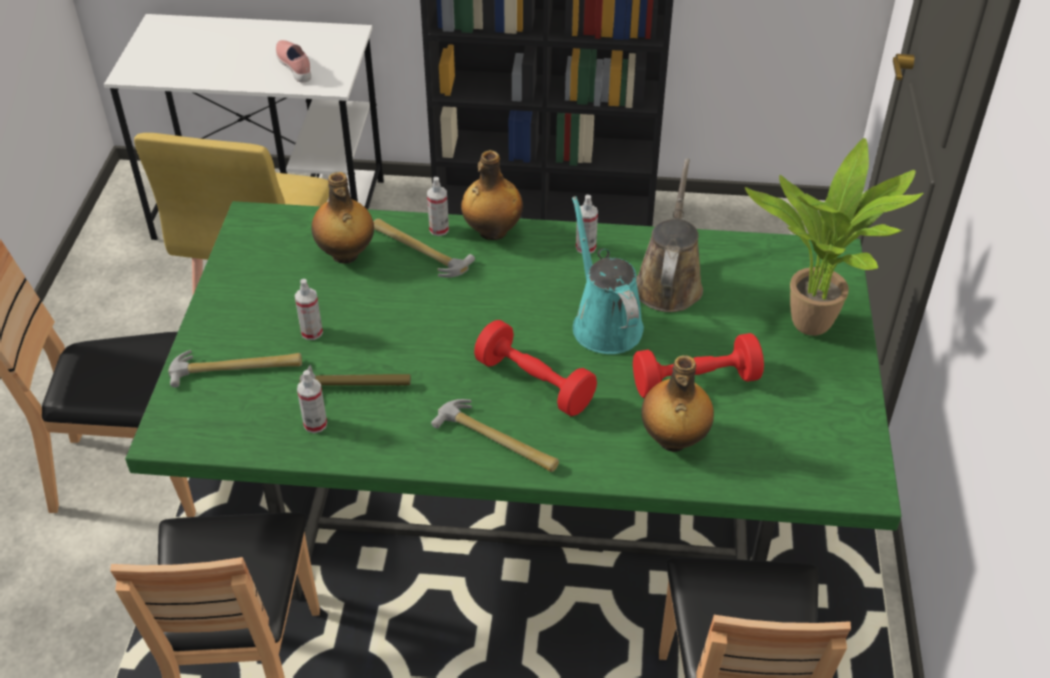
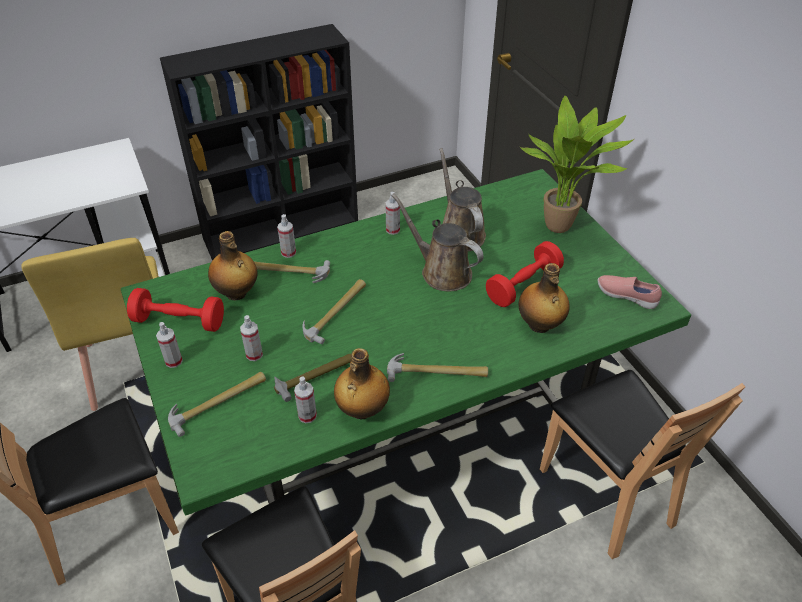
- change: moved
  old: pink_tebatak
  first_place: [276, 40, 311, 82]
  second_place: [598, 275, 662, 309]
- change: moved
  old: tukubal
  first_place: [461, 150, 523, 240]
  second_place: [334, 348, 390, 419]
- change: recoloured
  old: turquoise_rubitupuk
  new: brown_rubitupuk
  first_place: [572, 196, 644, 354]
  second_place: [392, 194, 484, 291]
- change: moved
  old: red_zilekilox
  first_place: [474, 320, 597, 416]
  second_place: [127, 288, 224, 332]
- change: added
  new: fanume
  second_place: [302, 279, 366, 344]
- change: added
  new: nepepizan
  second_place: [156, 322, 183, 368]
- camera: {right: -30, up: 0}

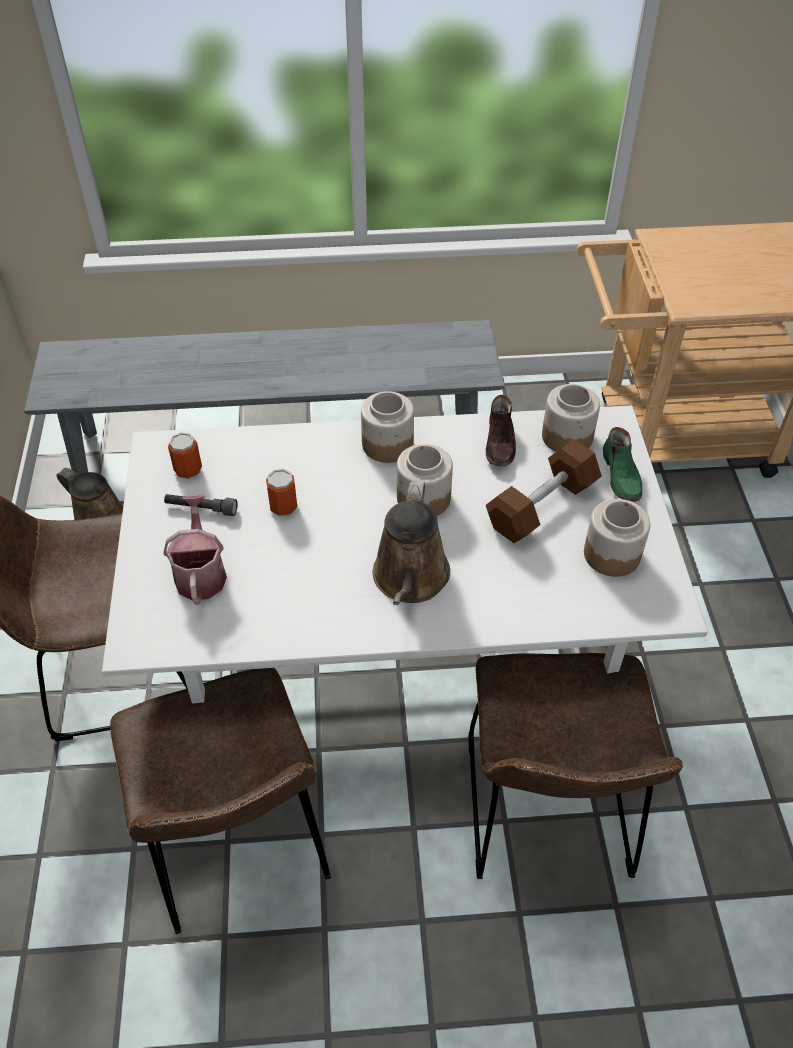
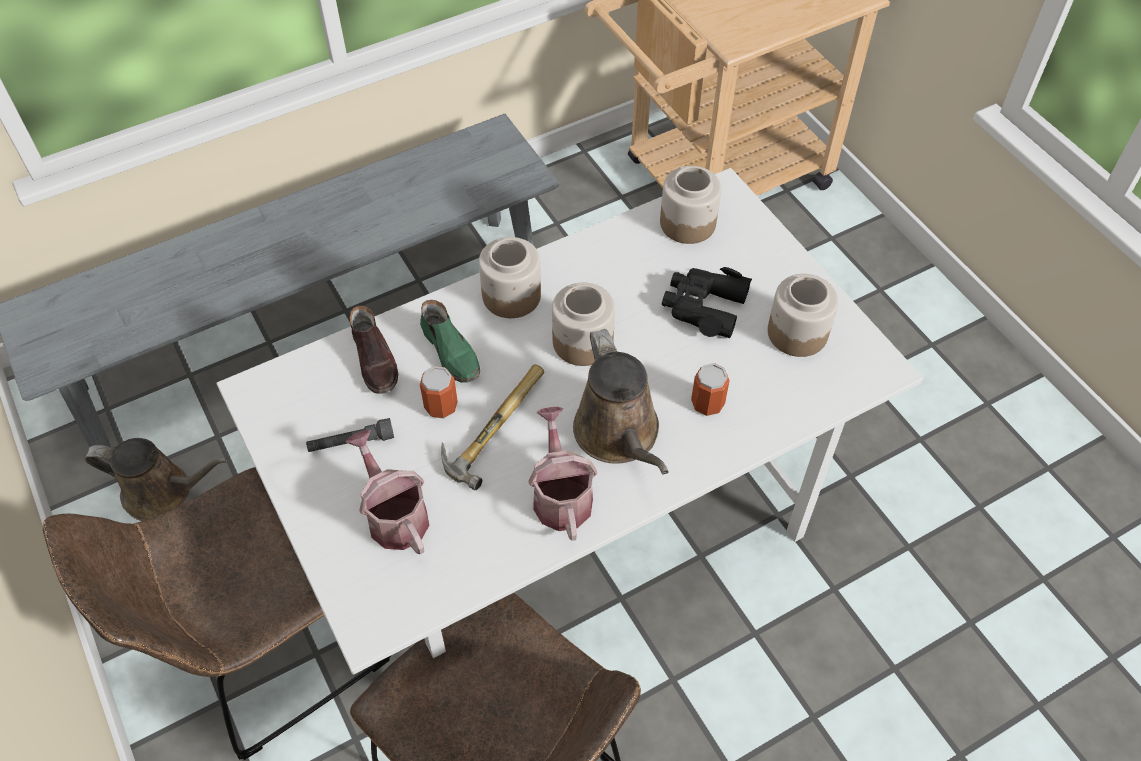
- change: moved
  old: brown_tebatak
  first_place: [486, 395, 516, 467]
  second_place: [350, 306, 398, 394]
- change: moved
  old: green_tebatak
  first_place: [603, 427, 642, 502]
  second_place: [420, 300, 480, 383]
- change: moved
  old: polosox
  first_place: [168, 432, 202, 479]
  second_place: [691, 363, 730, 416]
- change: replaced
  old: brown_zilekilox
  new: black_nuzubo
  first_place: [486, 439, 602, 543]
  second_place: [662, 267, 752, 338]
- change: removed
  old: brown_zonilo
  first_place: [468, 653, 683, 879]
- change: added
  new: fanume
  second_place: [442, 365, 544, 490]
- change: added
  new: rubitupuk
  second_place: [528, 407, 597, 541]
- camera: {right: -25, up: 5}

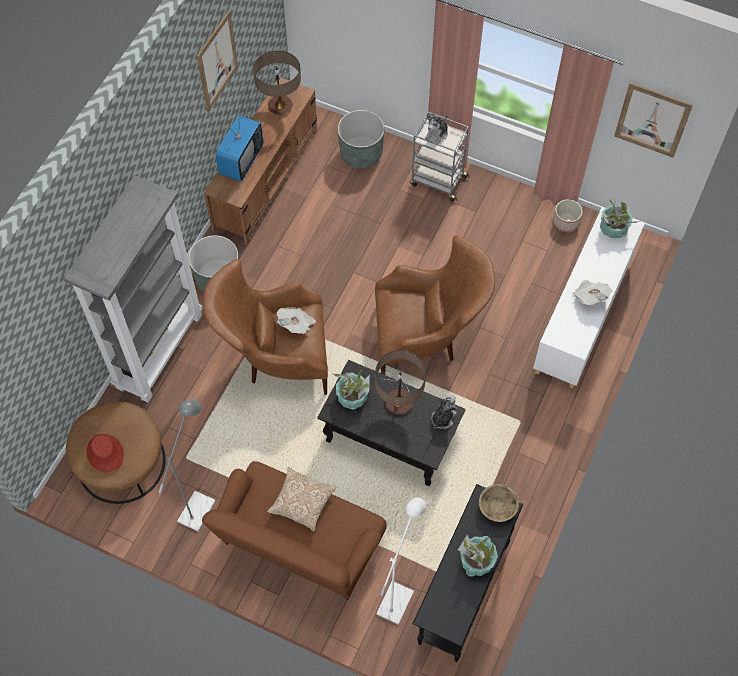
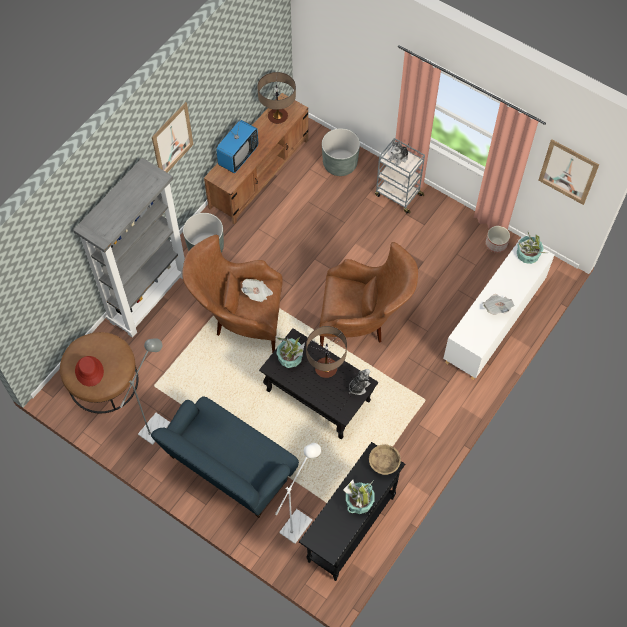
- change: moved
  old: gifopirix
  first_place: [197, 10, 238, 112]
  second_place: [152, 102, 194, 172]
- change: recoloured
  old: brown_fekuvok
  new: blue_fekuvok
  first_place: [202, 461, 386, 600]
  second_place: [151, 396, 299, 518]
- change: removed
  old: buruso
  first_place: [267, 467, 336, 531]
- camera: {right: 10, up: 0}

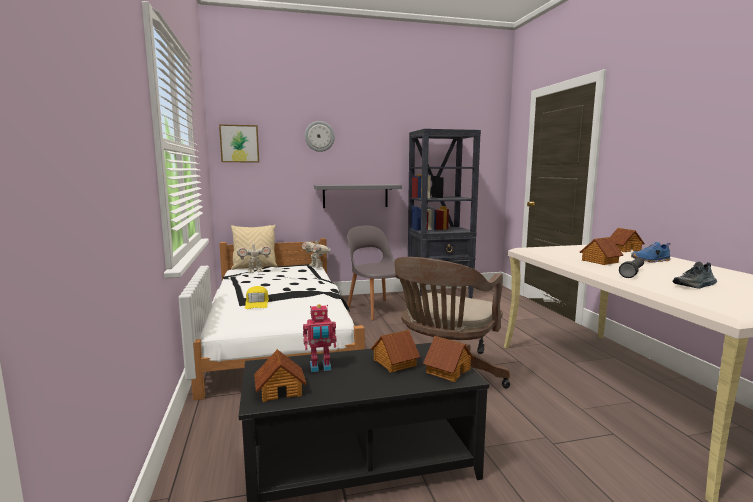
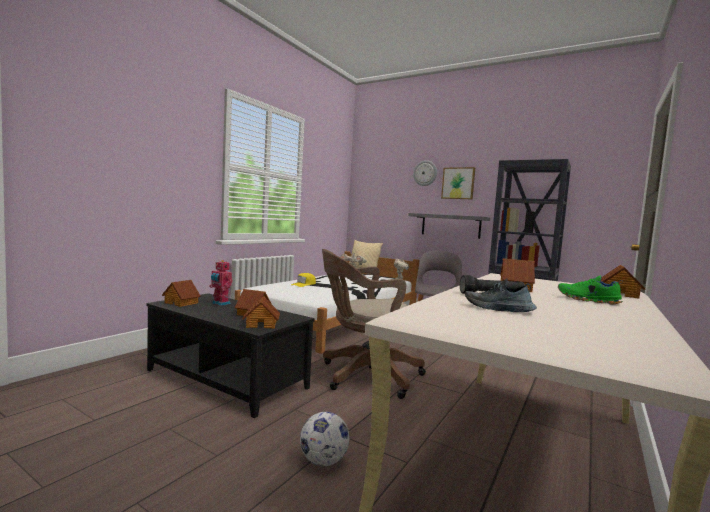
- change: moved
  old: gifopirix
  first_place: [219, 124, 259, 162]
  second_place: [441, 167, 475, 199]
- change: recoloured
  old: blue_tebatak
  new: green_tebatak
  first_place: [631, 242, 671, 263]
  second_place: [558, 275, 623, 305]
- change: added
  new: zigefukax
  second_place: [300, 411, 349, 466]
- camera: {right: 45, up: -5}

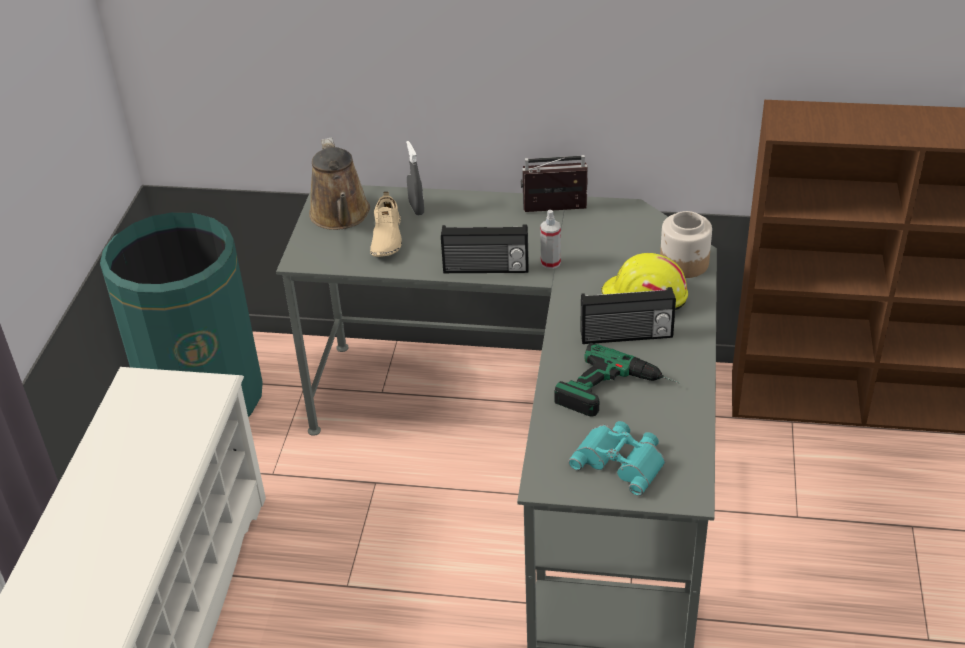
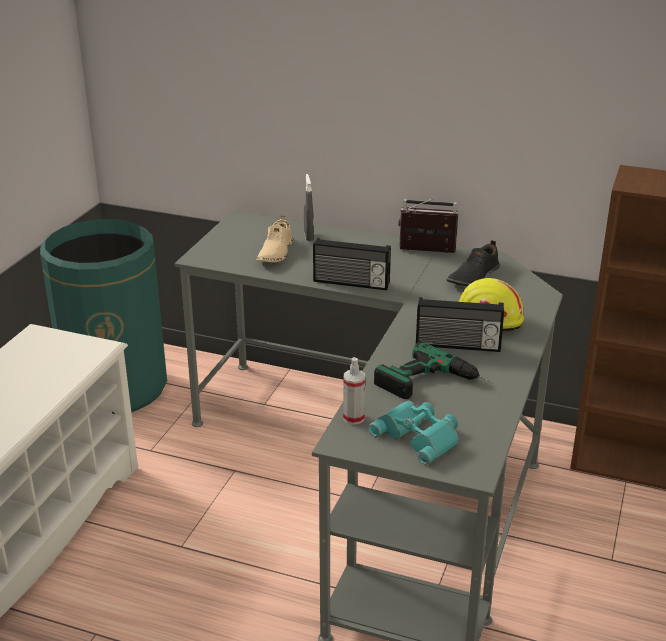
- change: removed
  old: brown_rubitupuk
  first_place: [309, 137, 370, 230]
- change: moved
  old: nepepizan
  first_place: [540, 210, 561, 269]
  second_place: [343, 357, 365, 425]
- change: removed
  old: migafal
  first_place: [660, 211, 712, 278]
- change: added
  new: black_tebatak
  second_place: [446, 240, 500, 286]
- camera: {right: 10, up: -10}

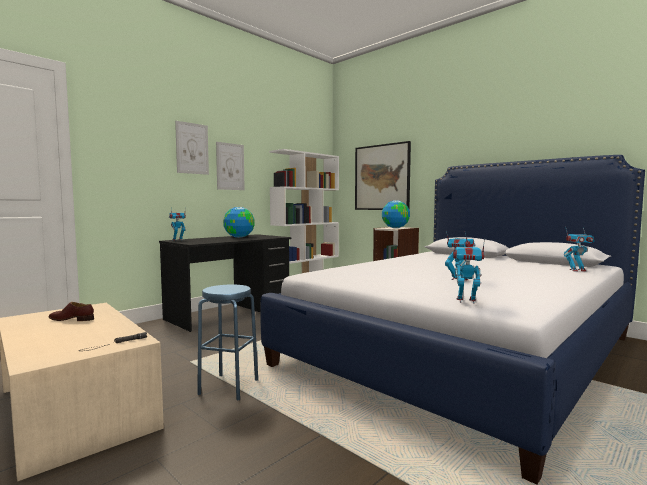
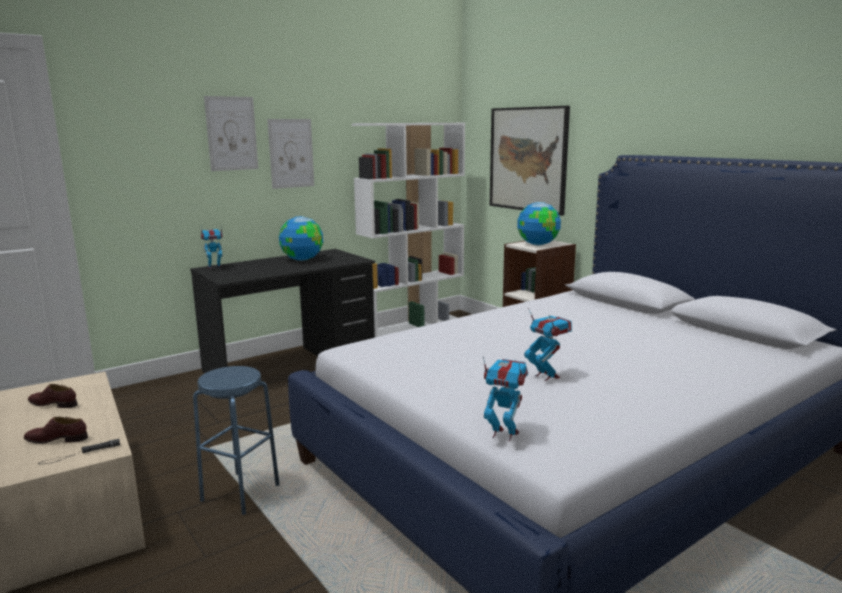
- change: removed
  old: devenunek
  first_place: [564, 228, 594, 271]
- change: added
  new: brown_tebatak
  second_place: [24, 417, 88, 444]
- camera: {right: 10, up: 10}

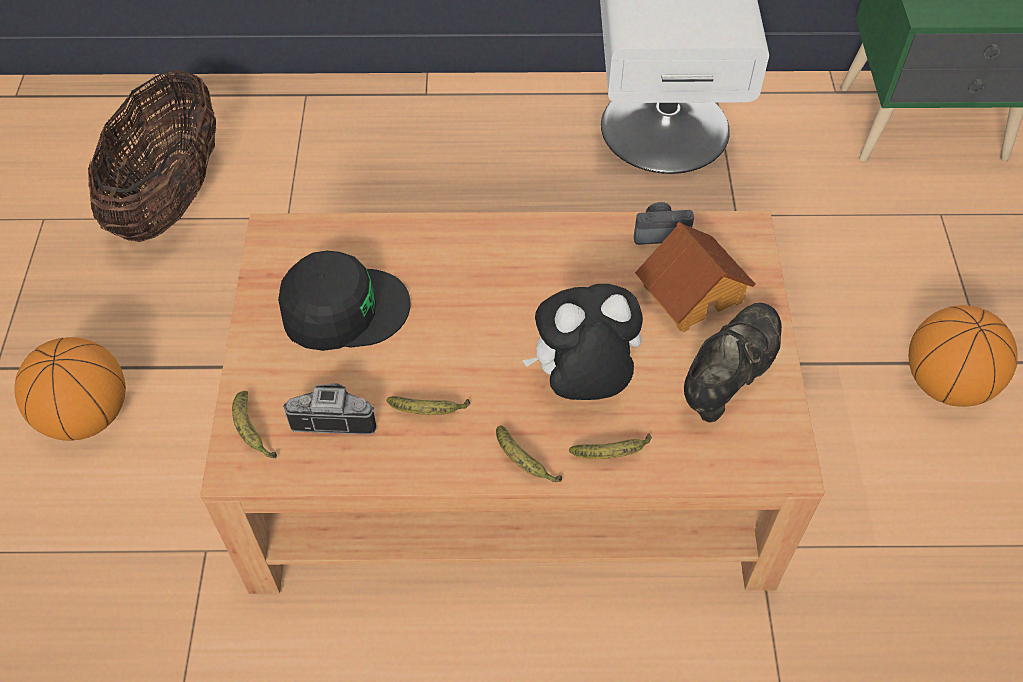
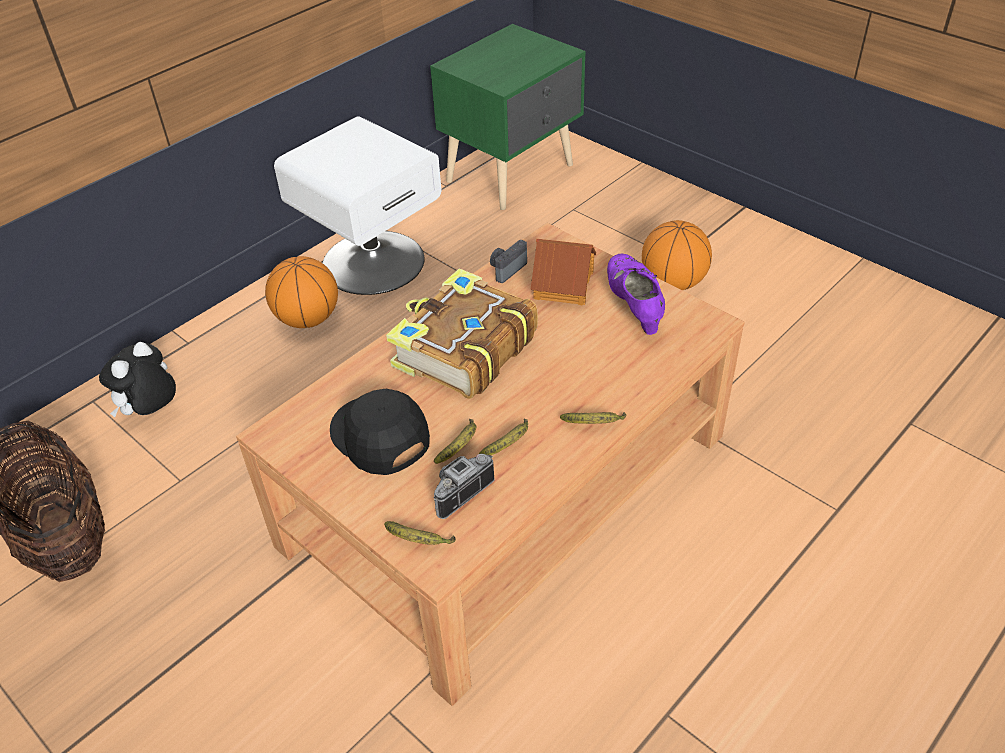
- change: turned
  old: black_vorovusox
  first_place: [278, 251, 411, 351]
  second_place: [330, 389, 430, 475]
  degrees: -75
- change: moved
  old: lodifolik
  first_place: [522, 284, 643, 400]
  second_place: [99, 342, 176, 417]
- change: recoloured
  old: black_tebatak
  new: purple_tebatak
  first_place: [684, 303, 782, 423]
  second_place: [607, 254, 665, 335]
- change: moved
  old: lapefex
  first_place: [14, 337, 126, 441]
  second_place: [265, 256, 338, 328]
- change: moved
  old: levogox
  first_place: [569, 433, 652, 459]
  second_place: [434, 419, 476, 464]
- change: added
  new: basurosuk
  second_place: [386, 268, 538, 399]
- camera: {right: -45, up: -10}

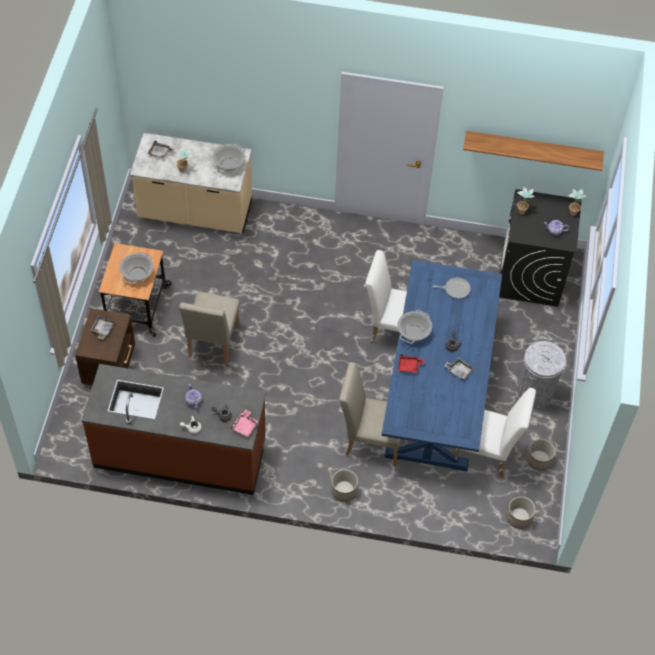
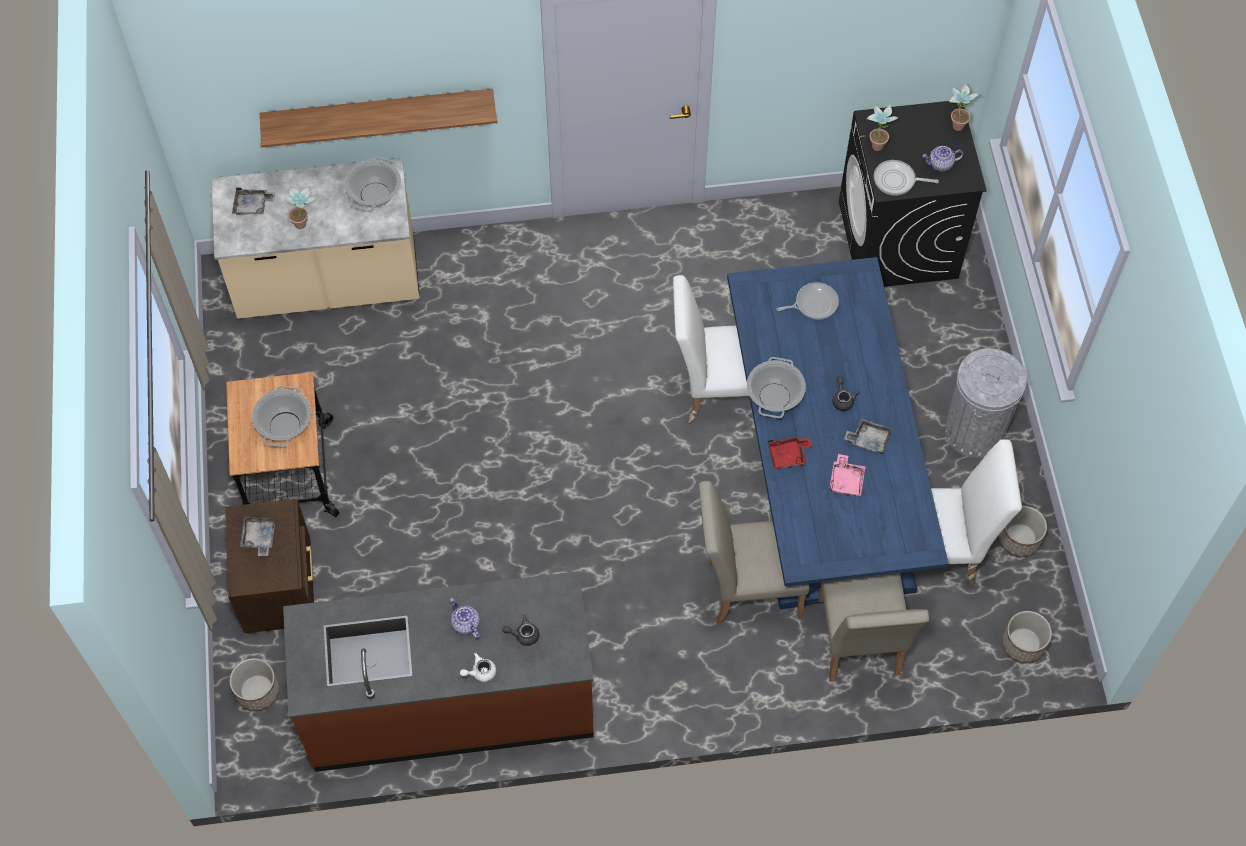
- change: moved
  old: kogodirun
  first_place: [463, 131, 604, 171]
  second_place: [260, 89, 497, 147]
- change: moved
  old: beige_zonilo
  first_place: [179, 292, 240, 365]
  second_place: [818, 573, 929, 681]
- change: moved
  old: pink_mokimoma
  first_place: [231, 410, 258, 437]
  second_place: [830, 454, 866, 496]
- change: moved
  old: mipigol
  first_place: [331, 469, 358, 502]
  second_place: [230, 658, 279, 711]
- change: added
  new: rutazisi
  second_place: [874, 160, 939, 196]
- camera: {right: -15, up: 5}

